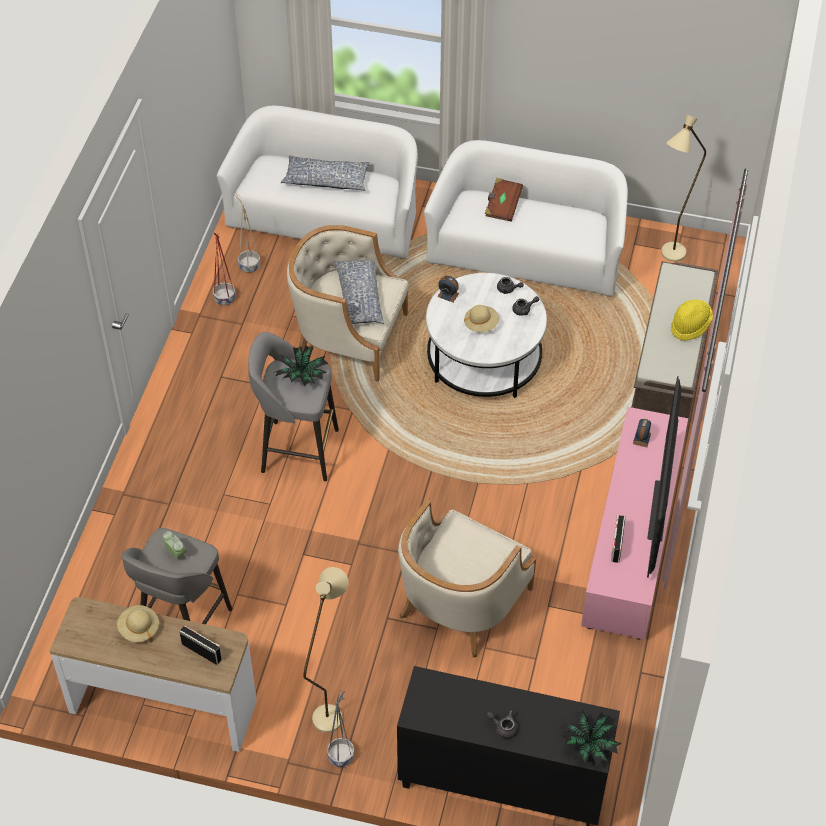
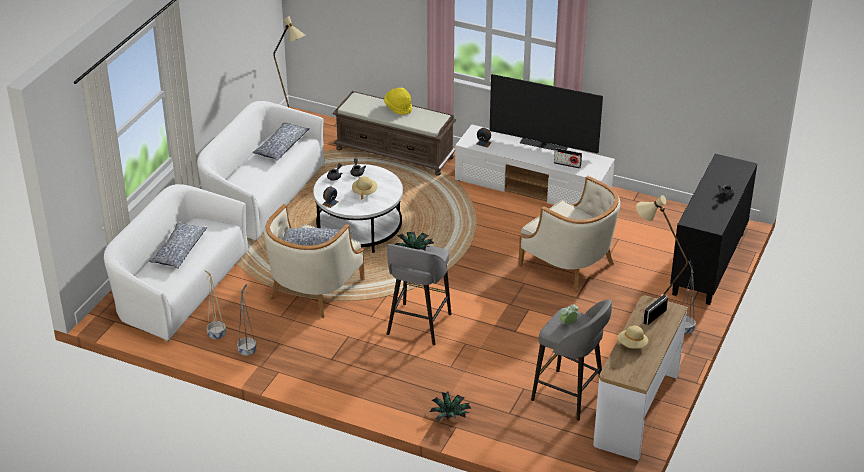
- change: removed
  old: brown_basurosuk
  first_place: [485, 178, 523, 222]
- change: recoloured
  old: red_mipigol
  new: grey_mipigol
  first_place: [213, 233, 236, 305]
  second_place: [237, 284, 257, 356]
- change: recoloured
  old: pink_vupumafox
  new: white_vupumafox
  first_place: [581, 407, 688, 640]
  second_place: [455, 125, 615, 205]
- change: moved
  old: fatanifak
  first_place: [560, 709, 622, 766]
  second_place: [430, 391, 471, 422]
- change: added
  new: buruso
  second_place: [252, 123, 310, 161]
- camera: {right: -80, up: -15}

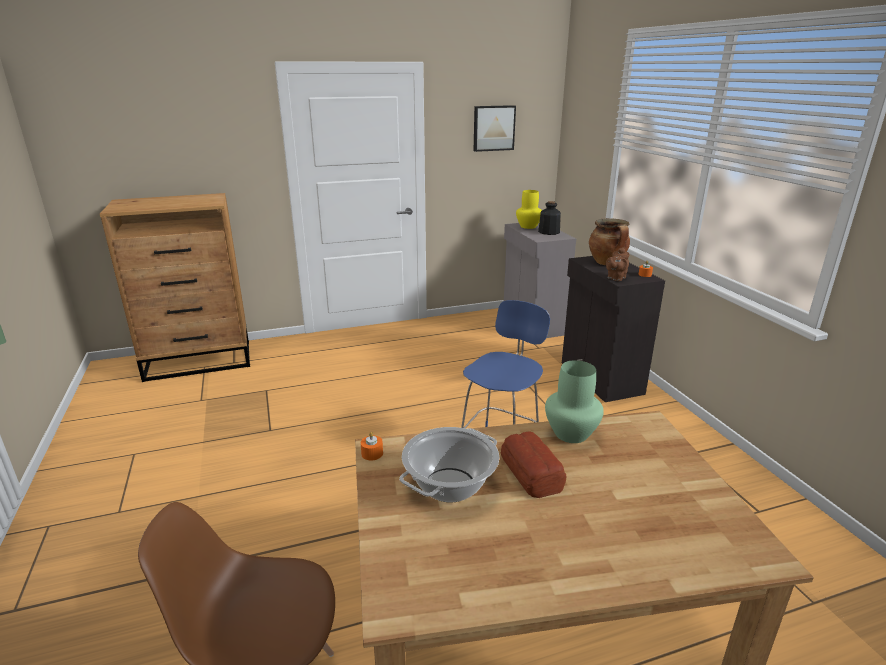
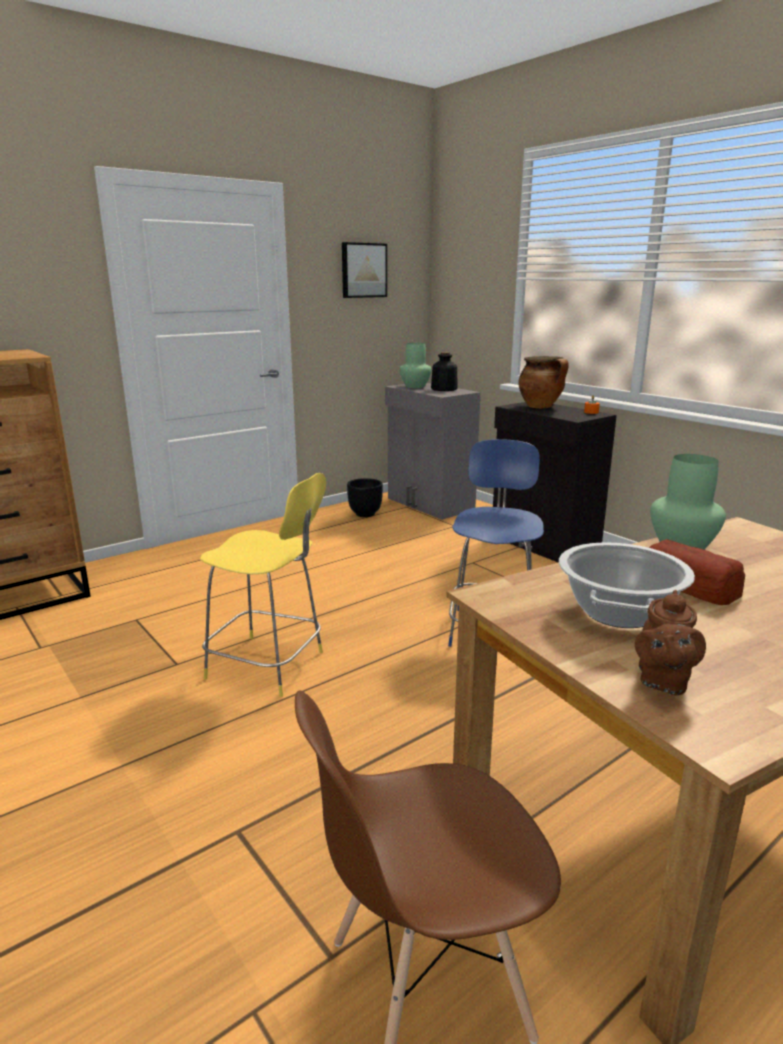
- change: recoloured
  old: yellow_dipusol
  new: green_dipusol
  first_place: [516, 190, 542, 229]
  second_place: [400, 343, 431, 388]
- change: moved
  old: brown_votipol
  first_place: [606, 247, 630, 281]
  second_place: [635, 590, 706, 696]
- change: removed
  old: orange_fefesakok
  first_place: [361, 432, 383, 461]
- change: added
  new: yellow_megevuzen
  second_place: [200, 473, 326, 697]
- change: added
  new: black_mipigol
  second_place: [347, 478, 383, 517]
- camera: {right: -20, up: -5}

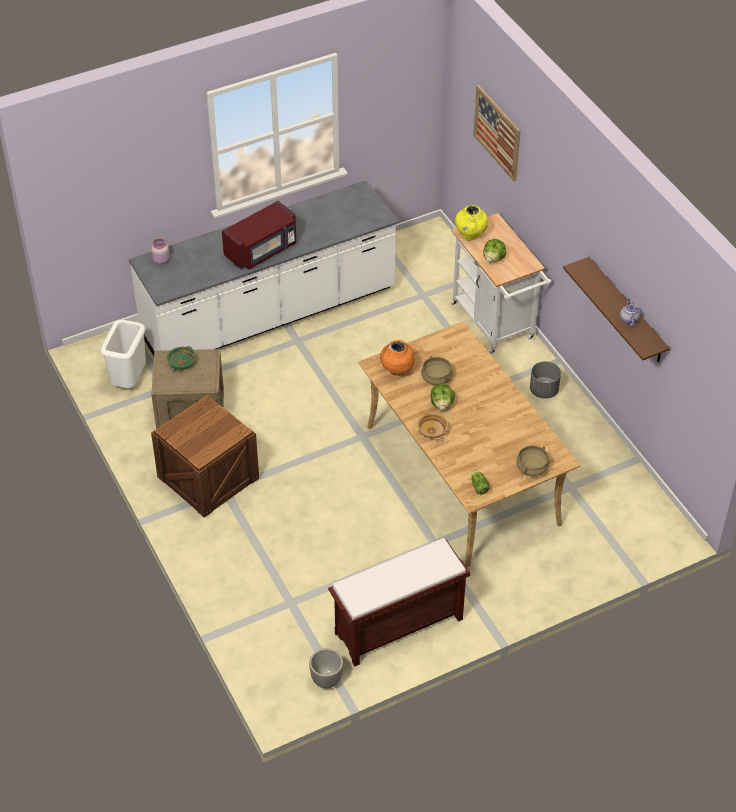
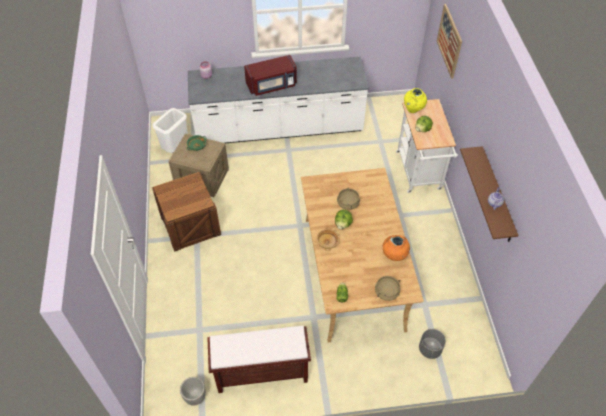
- change: moved
  old: orange_dipusol
  first_place: [380, 340, 415, 376]
  second_place: [383, 235, 410, 261]
- change: moved
  old: grey_mipigol
  first_place: [530, 361, 561, 399]
  second_place: [419, 329, 446, 359]
- camera: {right: 20, up: 5}

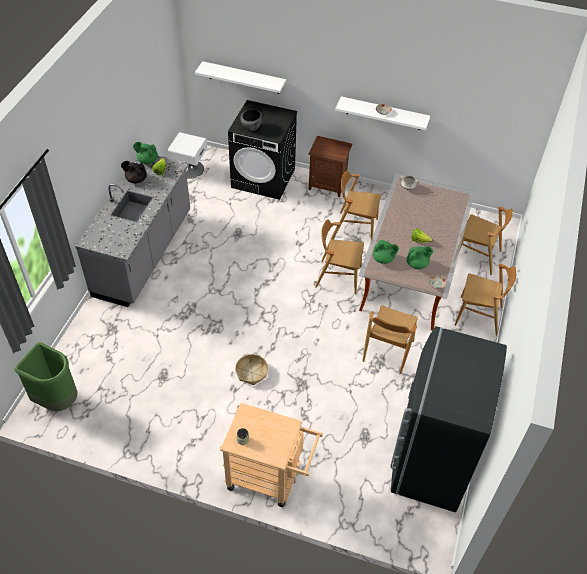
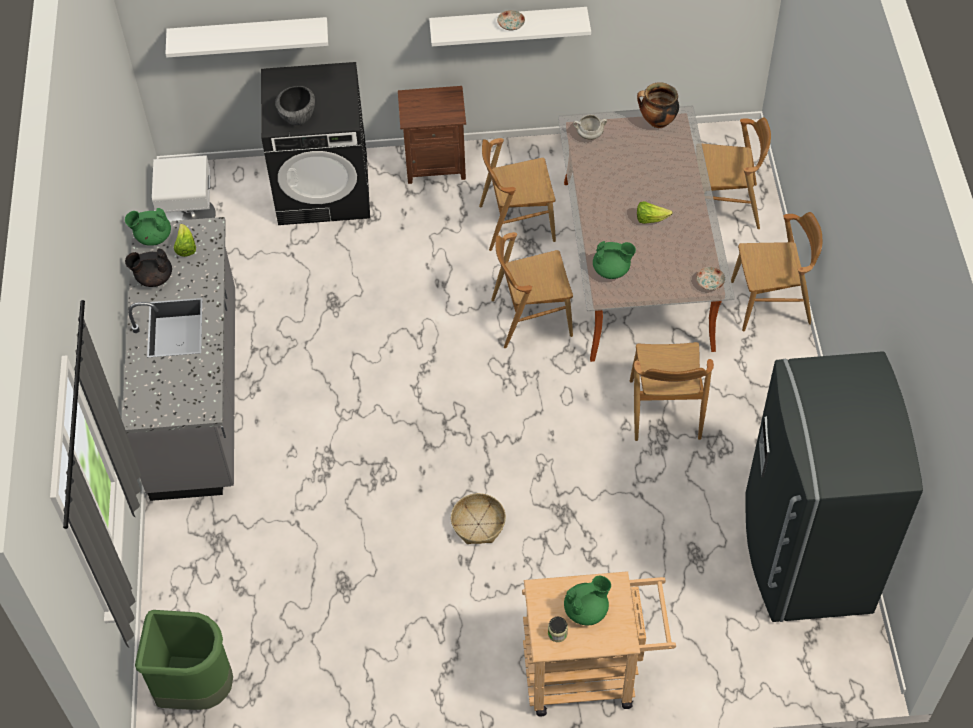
- change: moved
  old: green_votipol
  first_place: [406, 246, 434, 269]
  second_place: [564, 576, 611, 625]
- change: added
  new: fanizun
  second_place: [637, 82, 679, 128]
- camera: {right: -20, up: 5}

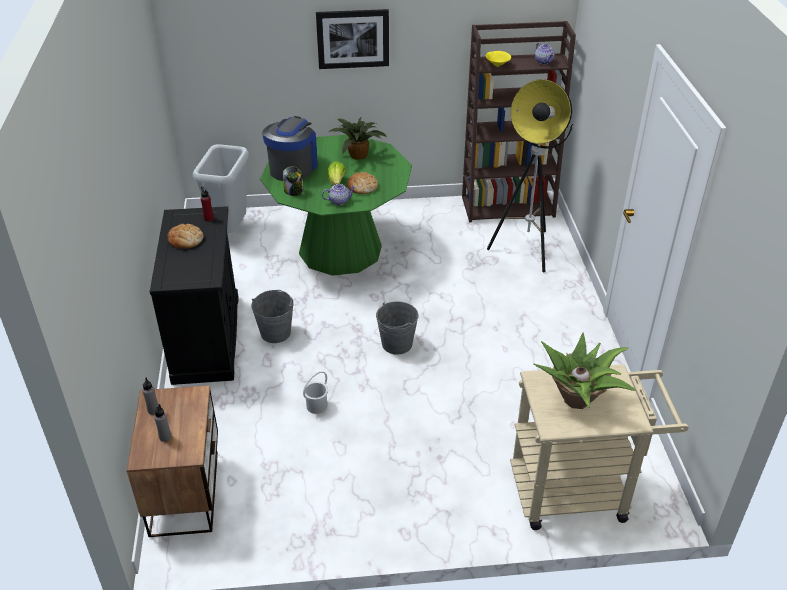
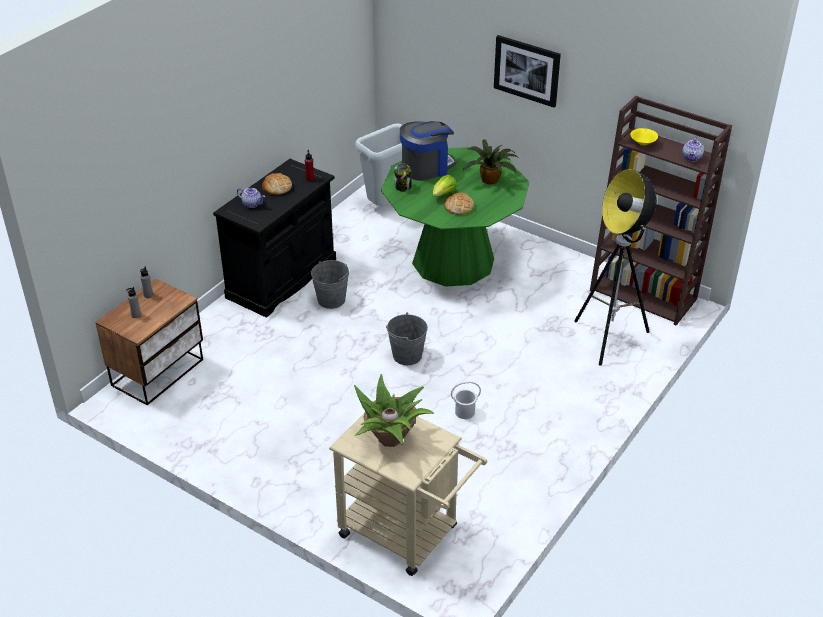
- change: moved
  old: votipol
  first_place: [322, 184, 356, 205]
  second_place: [237, 188, 265, 208]
- change: moved
  old: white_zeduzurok
  first_place: [303, 371, 328, 414]
  second_place: [451, 381, 481, 419]
- camera: {right: 40, up: 0}

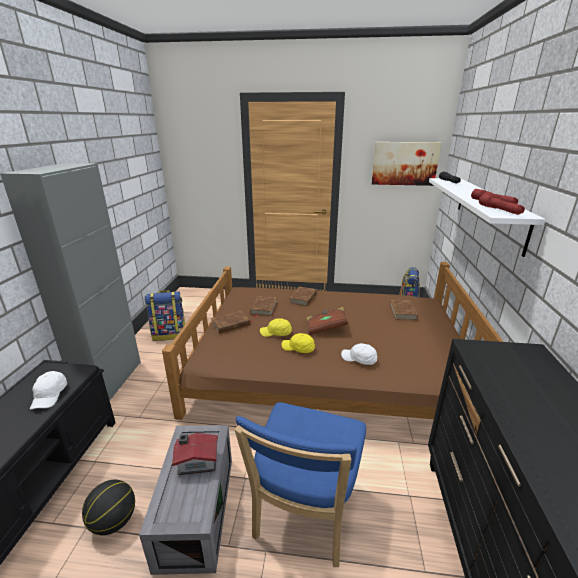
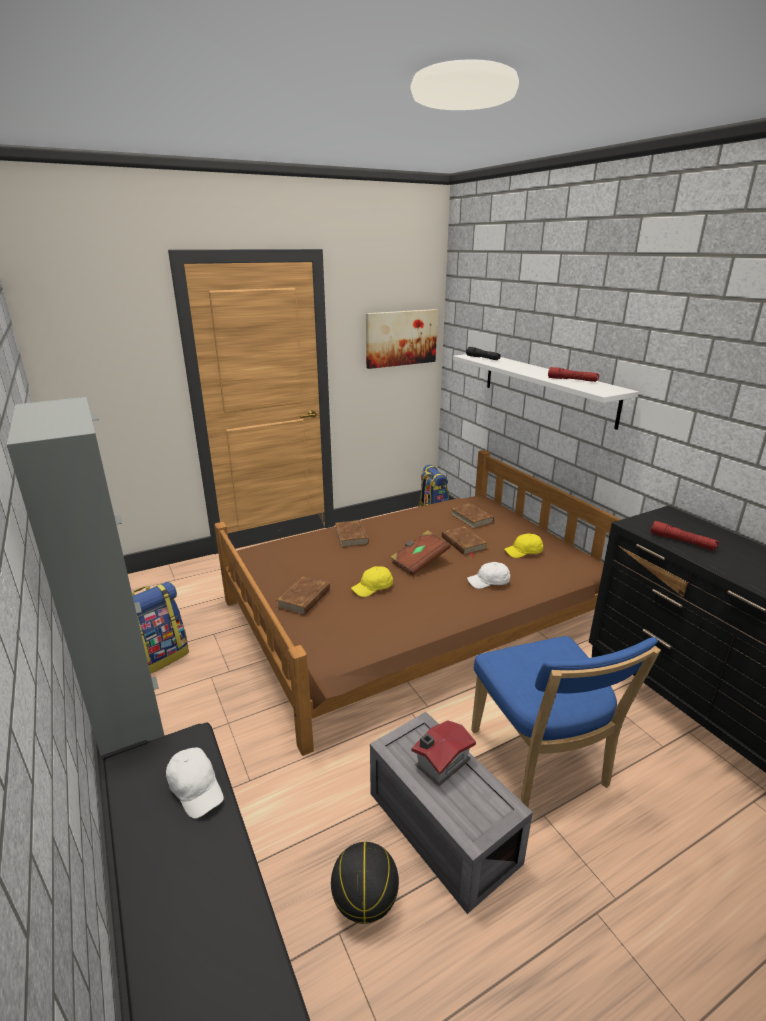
- change: moved
  old: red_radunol
  first_place: [479, 194, 525, 215]
  second_place: [651, 521, 719, 550]
- change: moved
  old: brown_basurosuk
  first_place: [250, 296, 277, 318]
  second_place: [442, 526, 487, 557]
- change: moved
  old: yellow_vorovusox
  first_place: [282, 333, 315, 353]
  second_place: [504, 533, 543, 558]
- camera: {right: -35, up: 0}

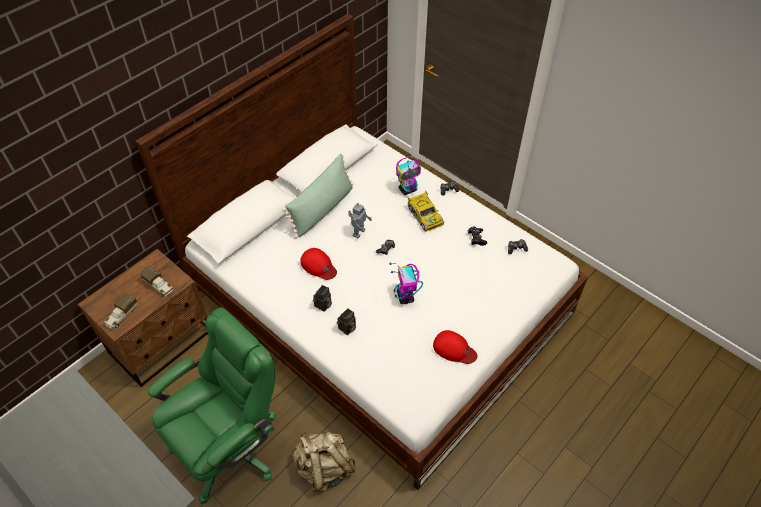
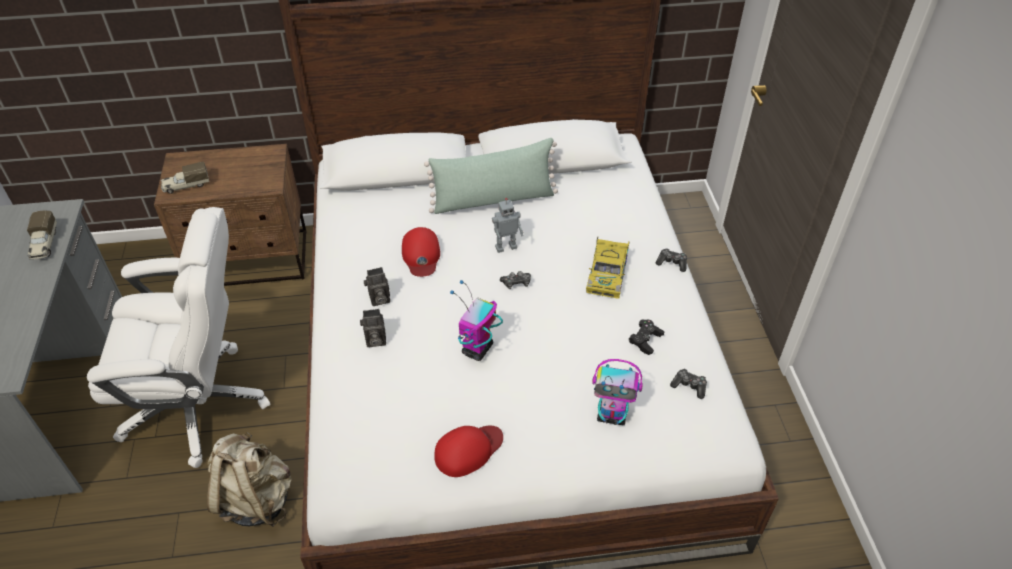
- change: moved
  old: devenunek
  first_place: [396, 157, 421, 195]
  second_place: [592, 359, 643, 425]
- change: moved
  old: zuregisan
  first_place: [140, 265, 174, 296]
  second_place: [27, 211, 57, 260]
- change: recoloured
  old: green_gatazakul
  new: white_gatazakul
  first_place: [148, 307, 276, 504]
  second_place: [87, 207, 270, 468]
- change: turned
  old: red_vorovusox
  first_place: [433, 330, 478, 364]
  second_place: [434, 426, 503, 477]
  degrees: -105
- camera: {right: 40, up: -5}

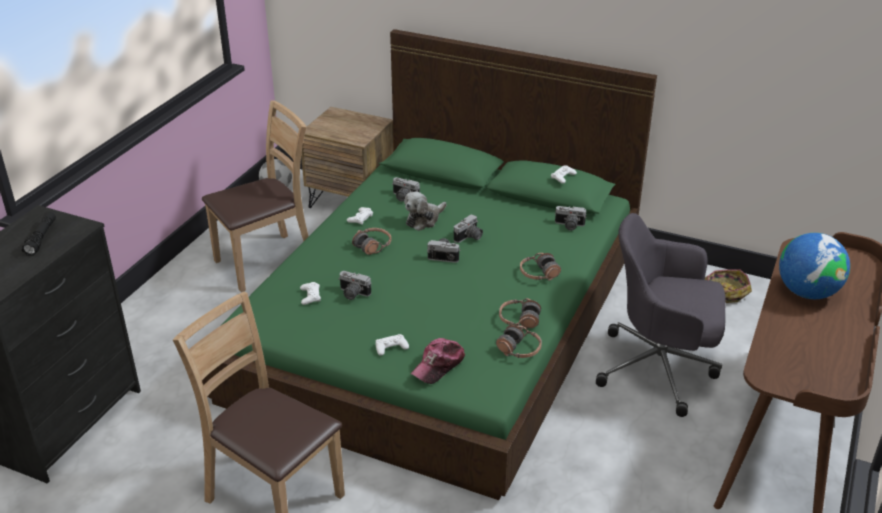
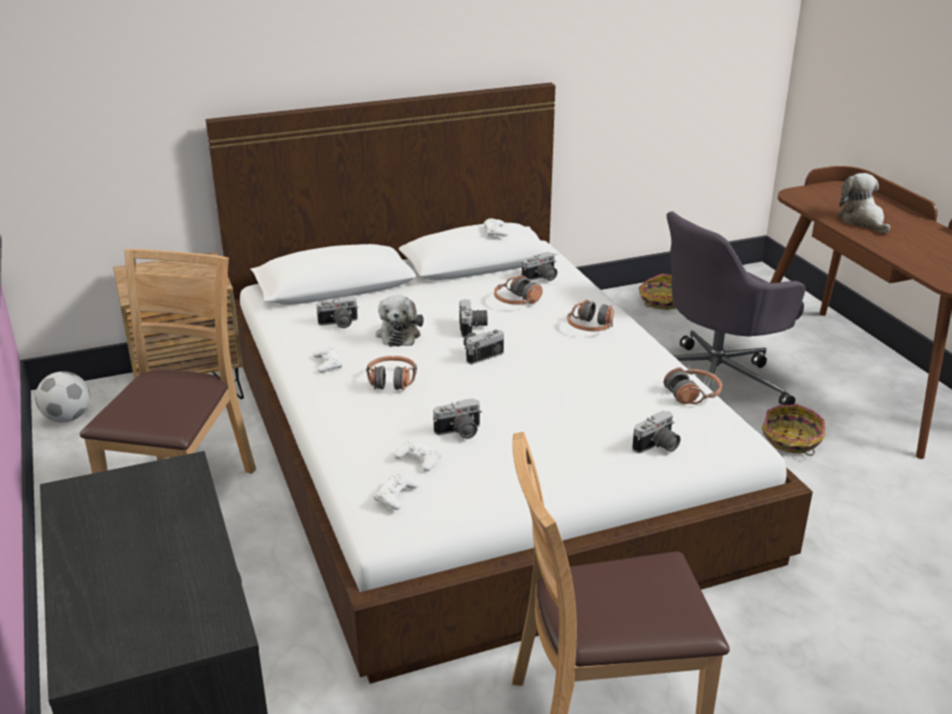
- change: recoloured
  old: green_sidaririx
  new: white_sidaririx
  first_place: [202, 29, 657, 500]
  second_place: [206, 83, 813, 684]
- change: removed
  old: black_radunol
  first_place: [22, 212, 56, 256]
- change: replaced
  old: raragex
  new: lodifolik
  first_place: [779, 233, 850, 299]
  second_place: [838, 173, 890, 233]
- change: moved
  old: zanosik
  first_place: [499, 298, 541, 329]
  second_place: [494, 275, 543, 305]
- change: moved
  old: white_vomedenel
  first_place: [376, 334, 409, 356]
  second_place: [374, 473, 419, 510]
- change: replaced
  old: vorovusox
  new: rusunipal
  first_place: [410, 338, 465, 384]
  second_place: [632, 410, 681, 453]
- change: added
  new: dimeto
  second_place: [762, 404, 825, 456]
- camera: {right: -45, up: -5}

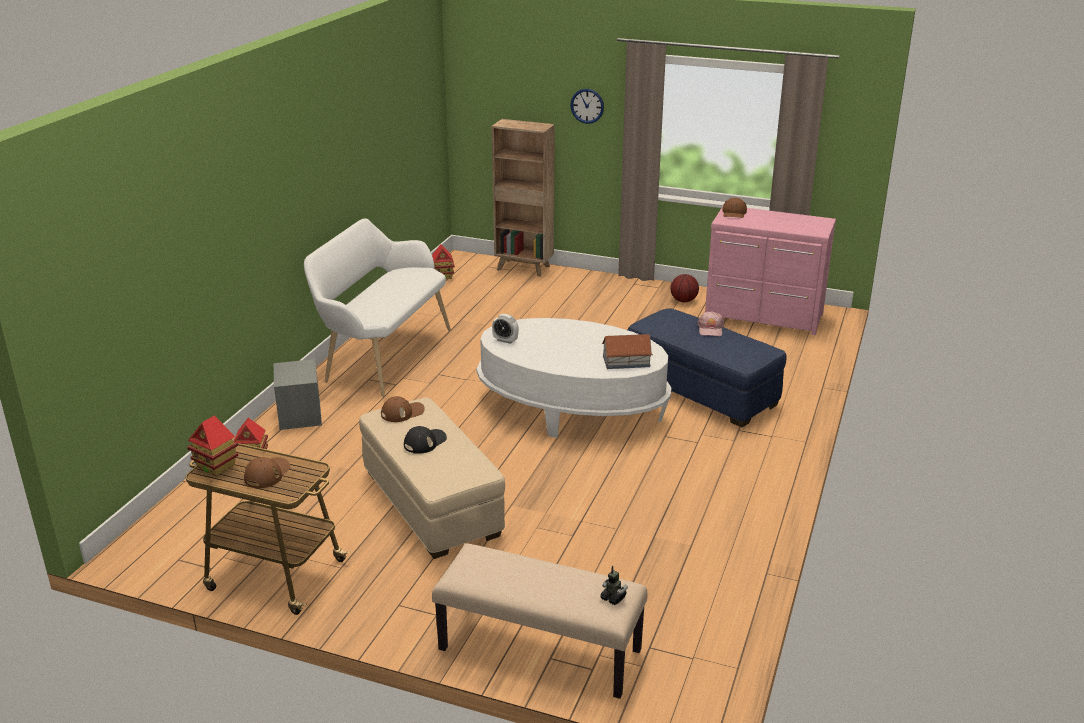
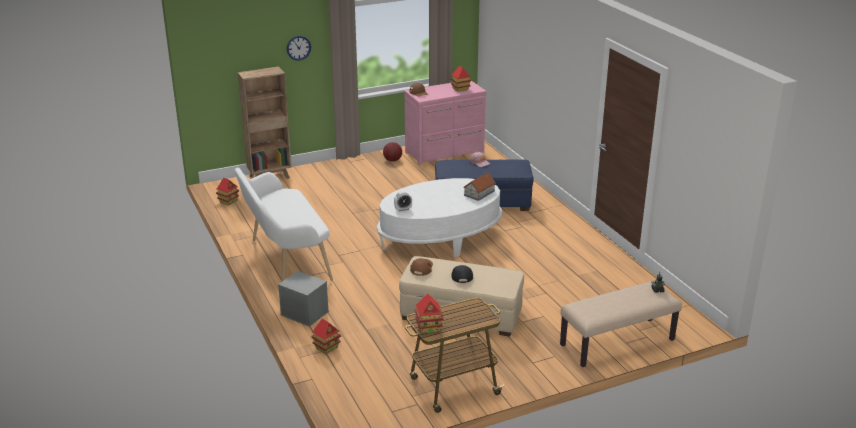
- change: removed
  old: brown_vorovusox
  first_place: [244, 457, 291, 488]
- change: added
  new: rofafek
  second_place: [451, 66, 471, 92]
- camera: {right: -45, up: 0}

